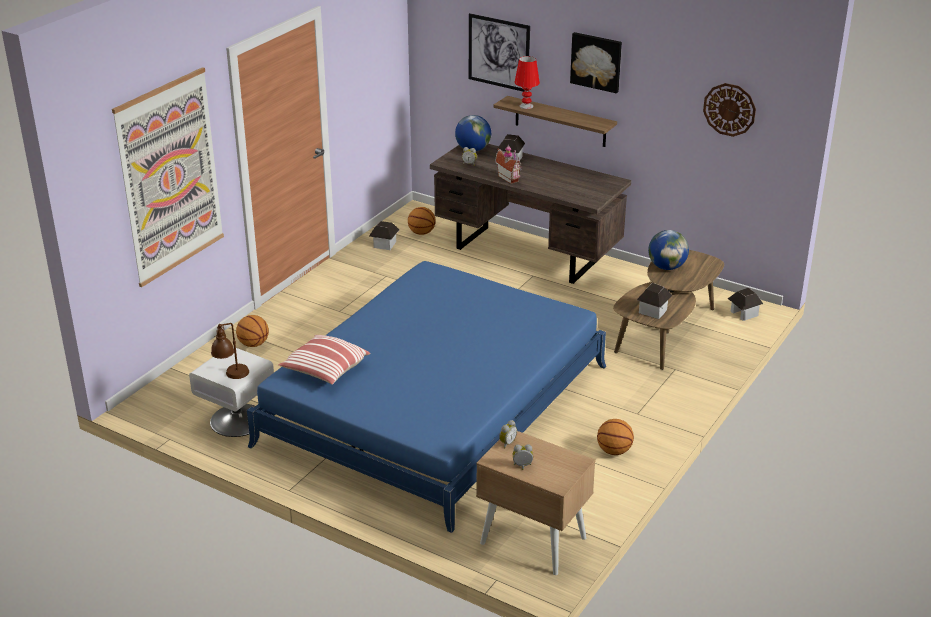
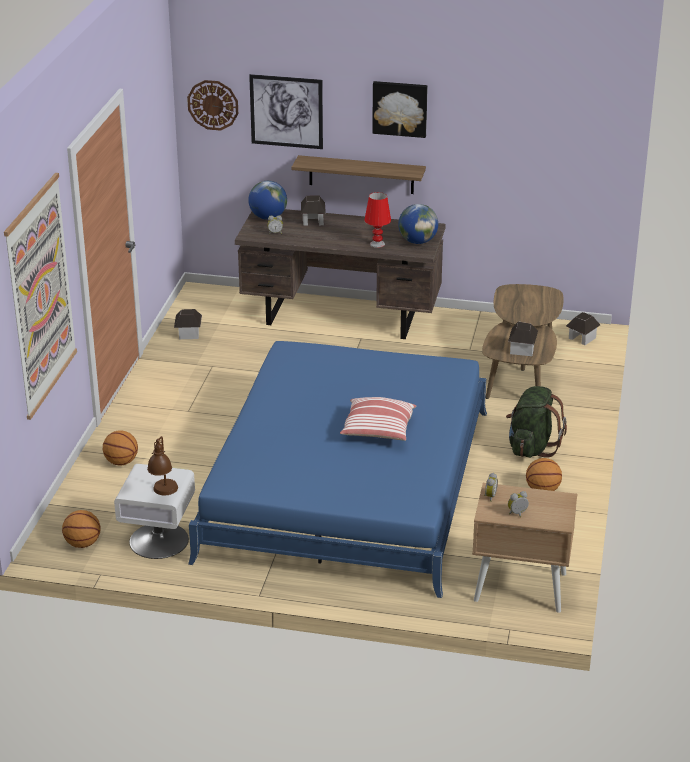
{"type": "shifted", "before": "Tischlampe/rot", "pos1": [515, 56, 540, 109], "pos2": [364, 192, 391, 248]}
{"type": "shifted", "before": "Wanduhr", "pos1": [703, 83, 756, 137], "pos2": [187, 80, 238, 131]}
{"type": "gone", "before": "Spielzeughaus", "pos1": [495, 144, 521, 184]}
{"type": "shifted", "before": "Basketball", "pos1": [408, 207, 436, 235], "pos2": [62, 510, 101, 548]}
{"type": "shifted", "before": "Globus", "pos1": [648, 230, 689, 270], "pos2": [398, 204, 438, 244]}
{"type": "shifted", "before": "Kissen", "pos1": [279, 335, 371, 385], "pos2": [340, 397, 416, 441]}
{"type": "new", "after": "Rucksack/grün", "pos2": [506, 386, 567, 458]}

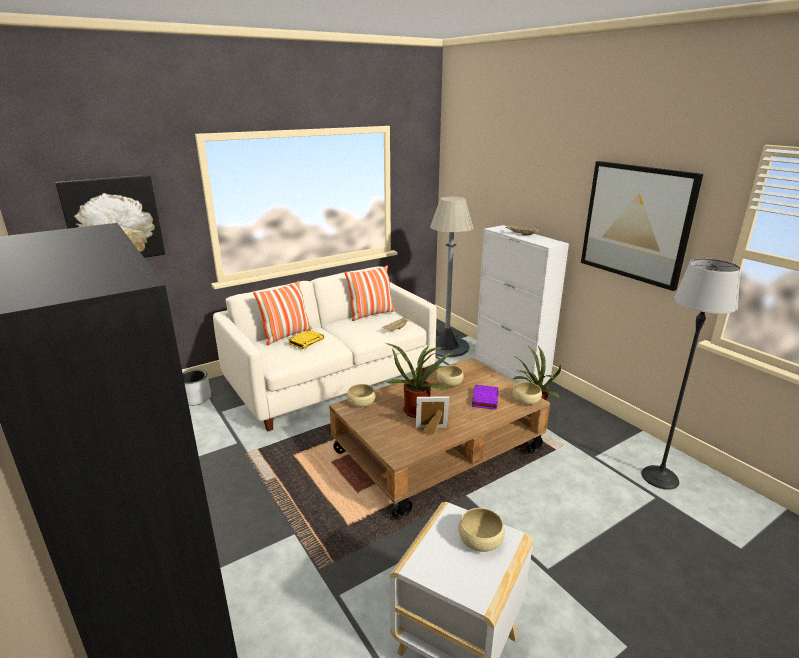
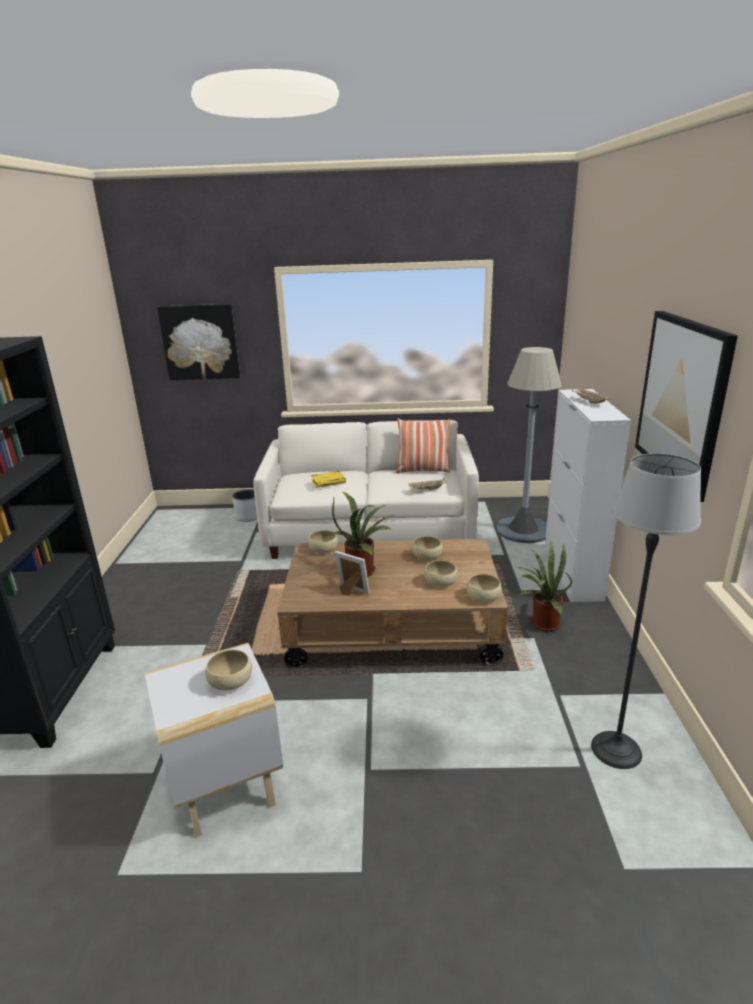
{"type": "gone", "before": "Kissen", "pos1": [253, 281, 312, 345]}
{"type": "swapped", "before": "Buch/lila", "after": "Schüssel/beige", "pos1": [472, 385, 499, 409], "pos2": [424, 560, 458, 587]}

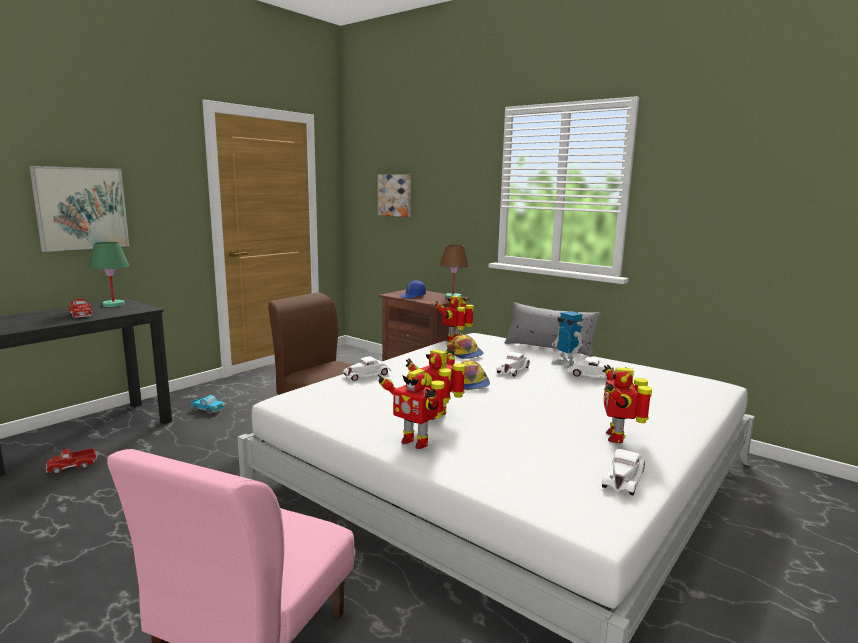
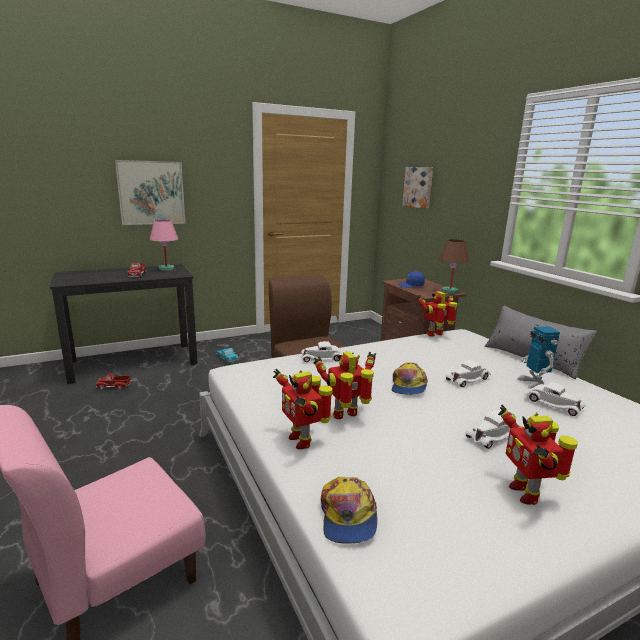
{"type": "repainted", "before": "Tischlampe/grün", "after": "Tischlampe/rosa", "pos1": [89, 242, 130, 307], "pos2": [150, 220, 178, 271]}
{"type": "shifted", "before": "Kappe", "pos1": [447, 334, 484, 359], "pos2": [321, 477, 377, 544]}
{"type": "rotated", "before": "Spielzeugroboter", "pos1": [602, 365, 652, 443], "pos2": [498, 405, 578, 505], "turn": -45}
{"type": "shifted", "before": "Spielzeugauto/weiß", "pos1": [602, 449, 645, 495], "pos2": [465, 410, 520, 449]}

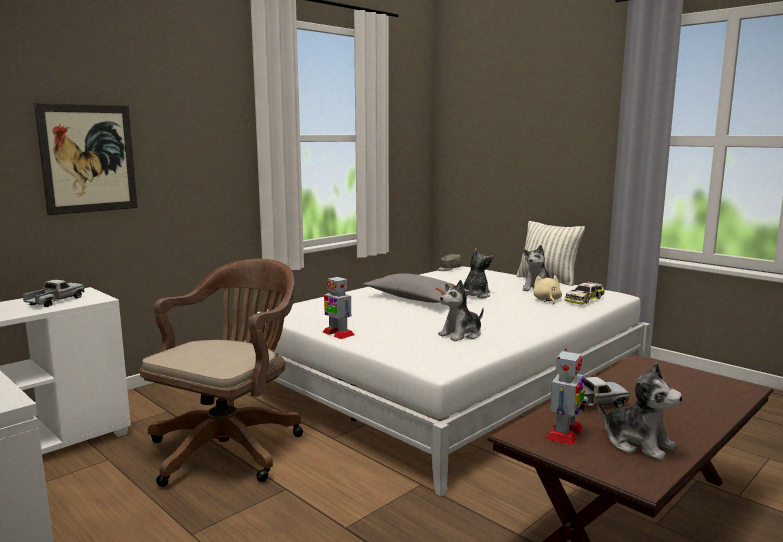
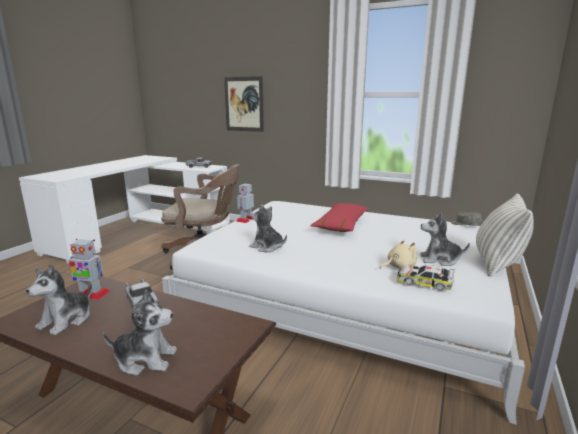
{"type": "shifted", "before": "Plüschtier", "pos1": [463, 248, 493, 299], "pos2": [103, 289, 177, 375]}
{"type": "repainted", "before": "Kissen/grau", "after": "Kissen/rot", "pos1": [363, 273, 470, 303], "pos2": [311, 203, 368, 232]}

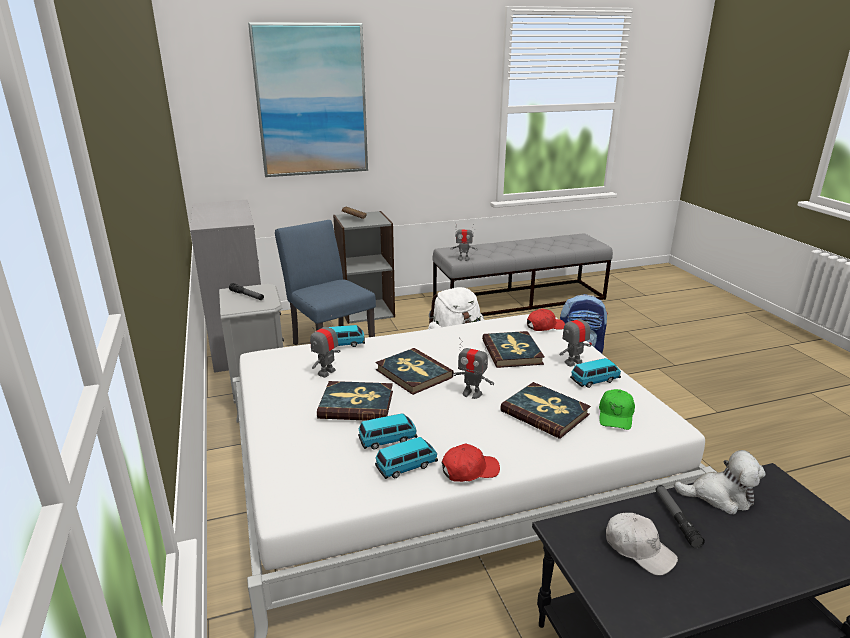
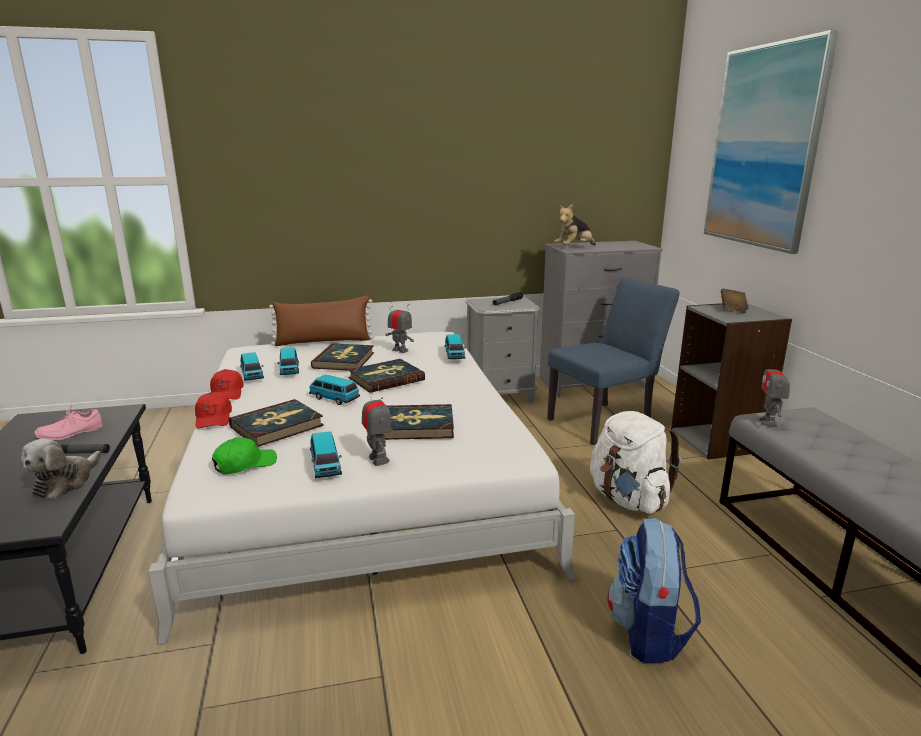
{"type": "shifted", "before": "Kappe/rot", "pos1": [527, 309, 565, 331], "pos2": [195, 392, 232, 429]}
{"type": "swapped", "before": "Spielzeugroboter", "after": "Spielzeugauto", "pos1": [452, 337, 494, 399], "pos2": [309, 375, 360, 405]}
{"type": "rotated", "before": "Kappe/grün", "pos1": [599, 389, 635, 430], "pos2": [212, 437, 277, 474], "turn": 120}
{"type": "swapped", "before": "Kappe/weiß", "after": "Schuh/rosa", "pos1": [606, 513, 678, 576], "pos2": [34, 402, 103, 440]}
{"type": "new", "after": "Plüschtier", "pos2": [554, 204, 596, 245]}
{"type": "new", "after": "Kissen/braun", "pos2": [269, 295, 374, 346]}

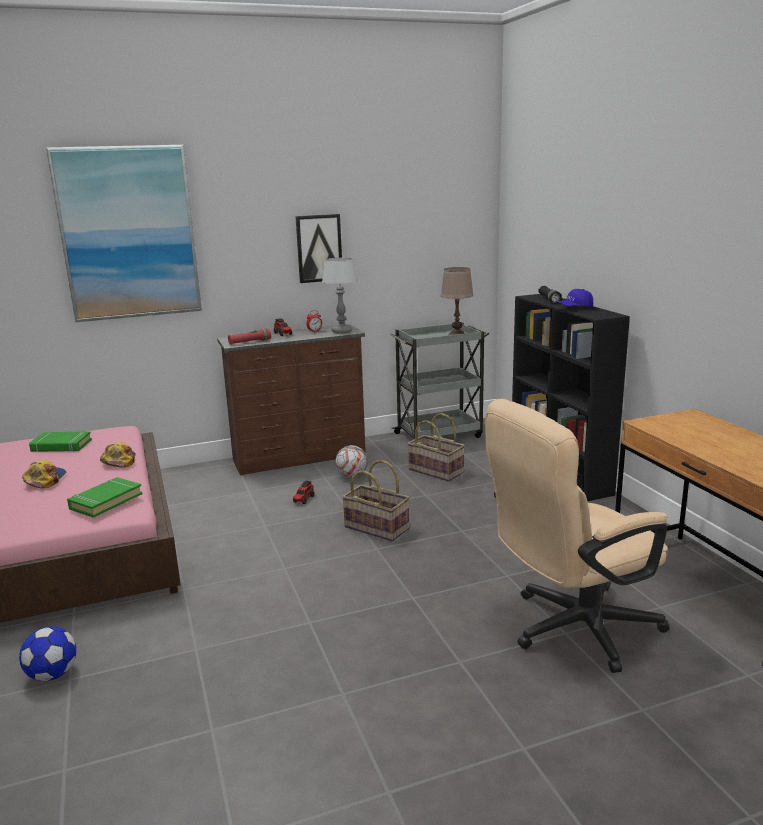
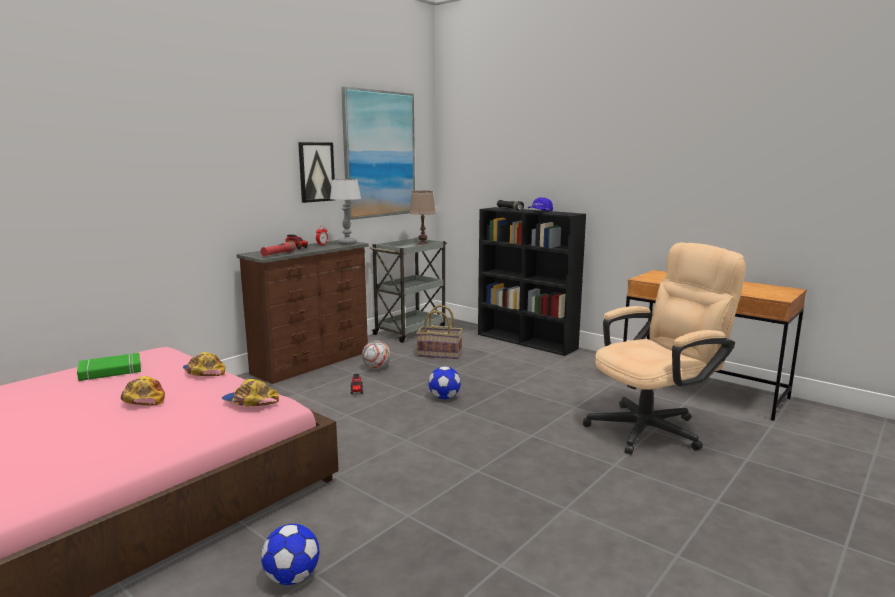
{"type": "shifted", "before": "Bild", "pos1": [46, 145, 202, 322], "pos2": [341, 87, 415, 220]}
{"type": "rotated", "before": "Bürostuhl/beige", "pos1": [485, 399, 669, 673], "pos2": [583, 242, 745, 455], "turn": -150}
{"type": "swapped", "before": "Korb", "after": "Fußball", "pos1": [342, 460, 410, 541], "pos2": [428, 366, 461, 399]}
{"type": "swapped", "before": "Buch/grün", "after": "Kappe", "pos1": [67, 477, 142, 518], "pos2": [222, 379, 279, 407]}

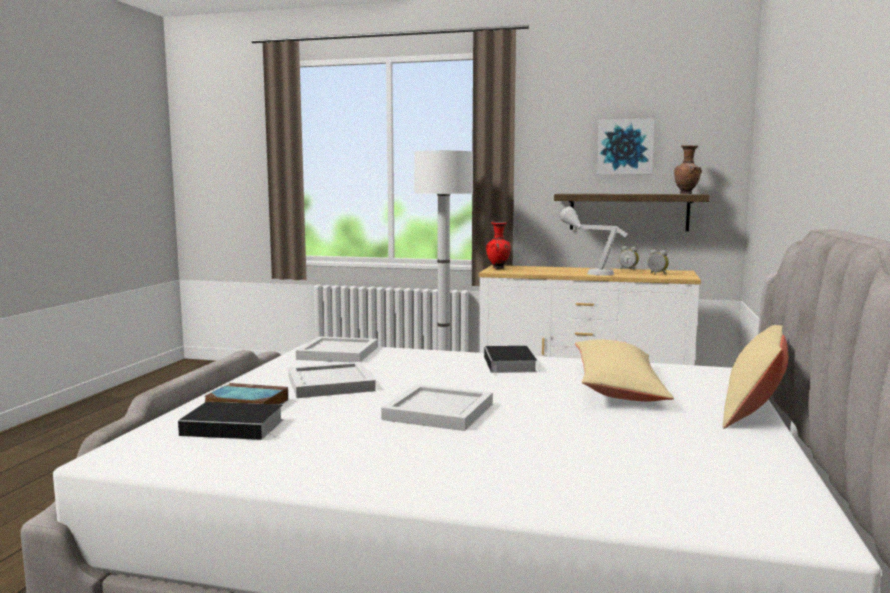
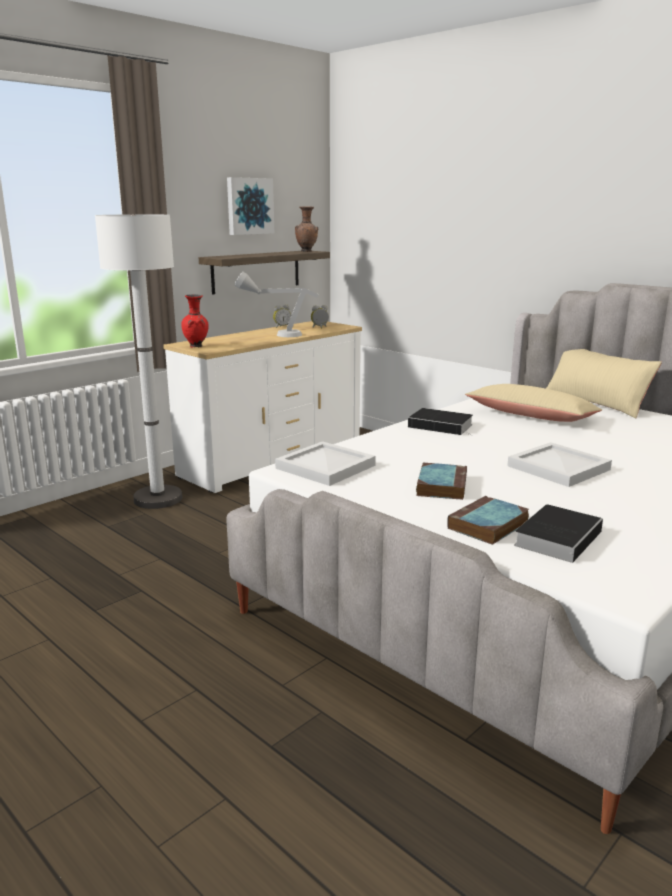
{"type": "swapped", "before": "Tablett/weiß", "after": "Buch", "pos1": [288, 362, 376, 398], "pos2": [416, 463, 467, 500]}

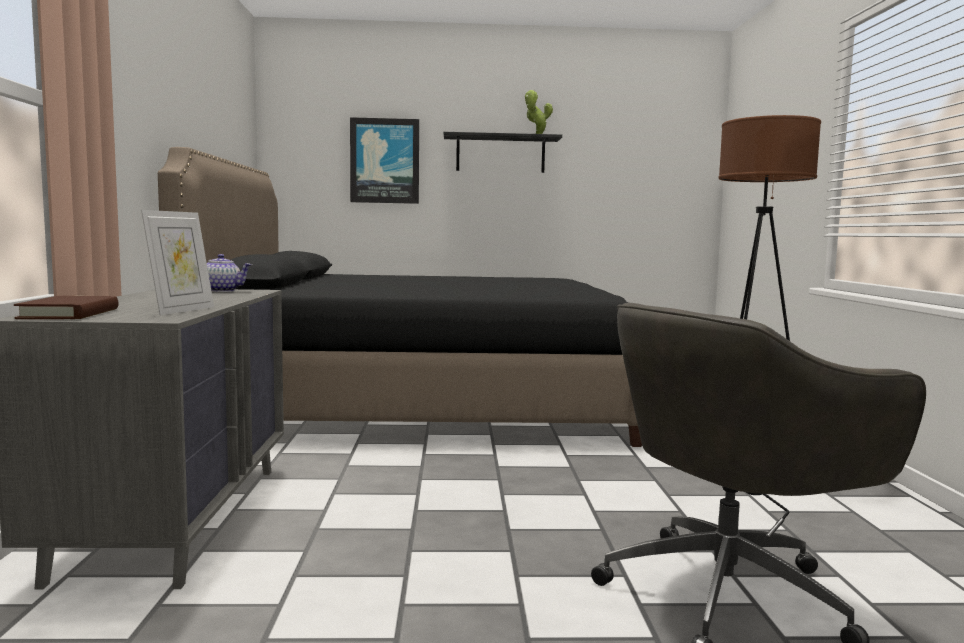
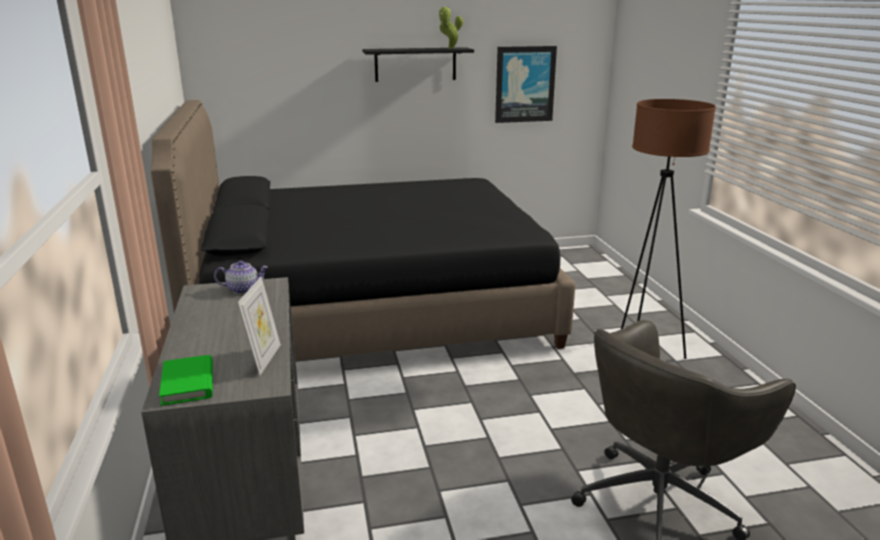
{"type": "shifted", "before": "Bild", "pos1": [350, 117, 419, 204], "pos2": [495, 46, 557, 123]}
{"type": "repainted", "before": "Buch/braun", "after": "Buch/grün", "pos1": [14, 296, 119, 319], "pos2": [159, 355, 213, 406]}

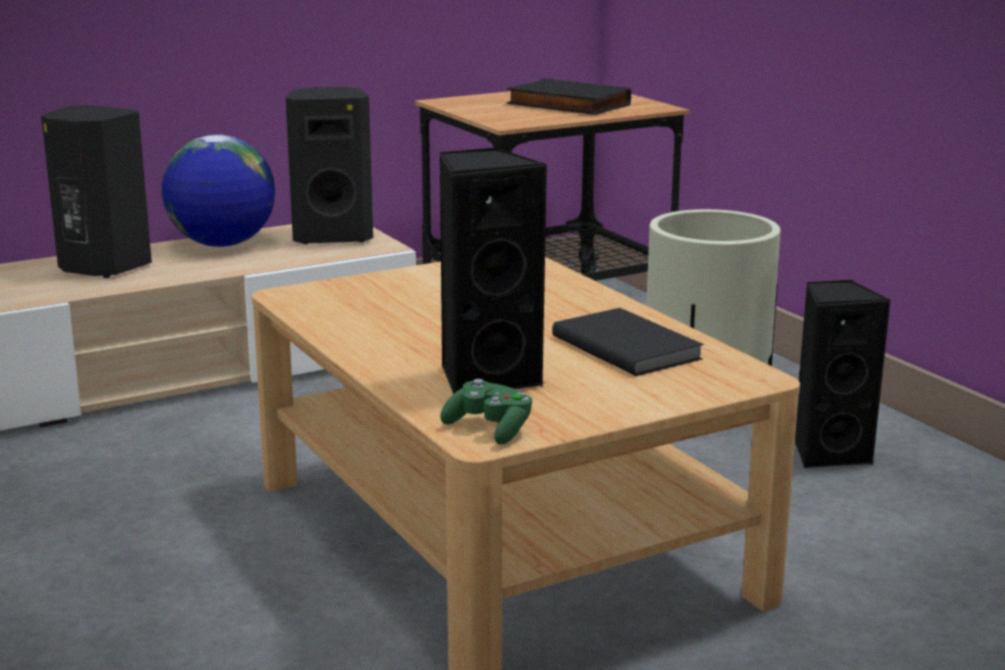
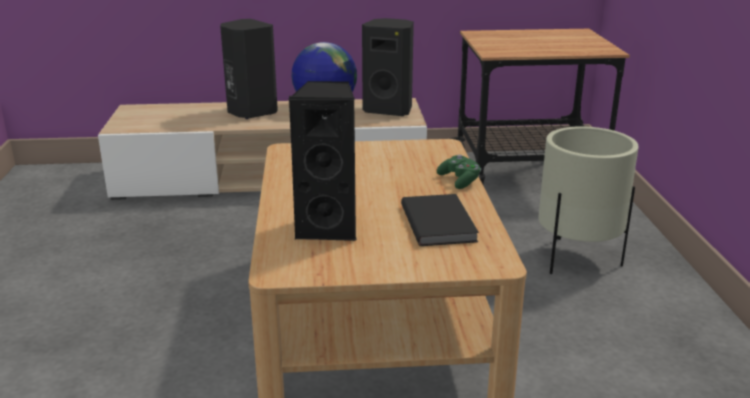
{"type": "gone", "before": "Buch/schwarz", "pos1": [507, 78, 631, 115]}
{"type": "gone", "before": "Lautsprecher/schwarz", "pos1": [795, 280, 890, 469]}
{"type": "shifted", "before": "Gamepad/grün", "pos1": [440, 379, 532, 444], "pos2": [437, 155, 481, 189]}

